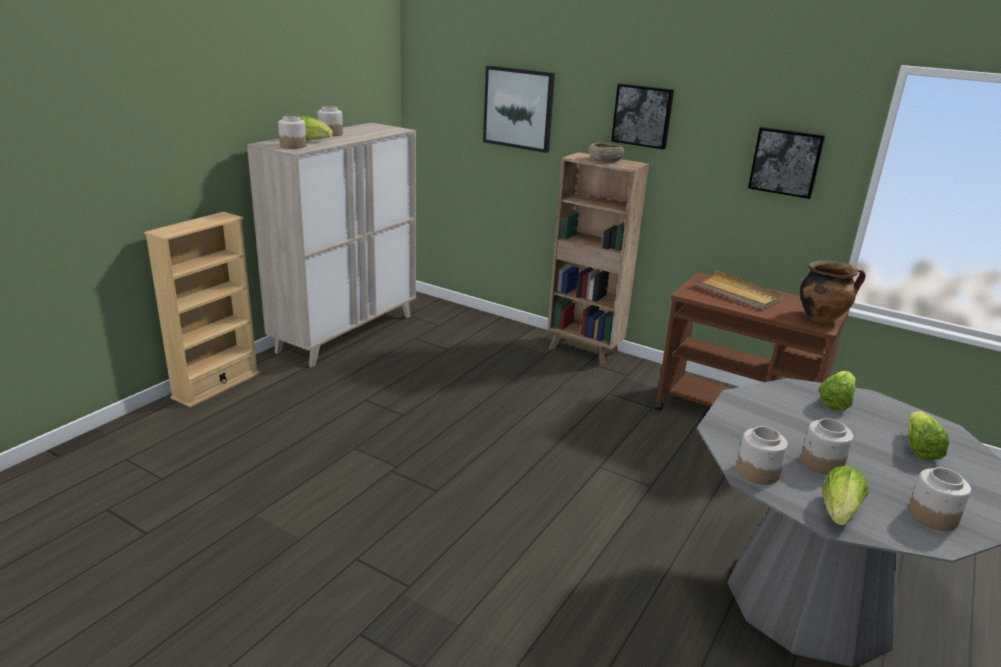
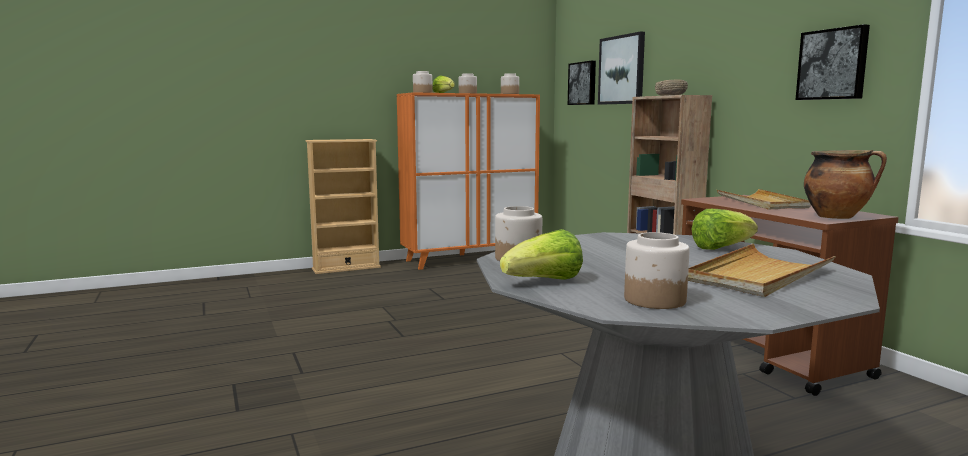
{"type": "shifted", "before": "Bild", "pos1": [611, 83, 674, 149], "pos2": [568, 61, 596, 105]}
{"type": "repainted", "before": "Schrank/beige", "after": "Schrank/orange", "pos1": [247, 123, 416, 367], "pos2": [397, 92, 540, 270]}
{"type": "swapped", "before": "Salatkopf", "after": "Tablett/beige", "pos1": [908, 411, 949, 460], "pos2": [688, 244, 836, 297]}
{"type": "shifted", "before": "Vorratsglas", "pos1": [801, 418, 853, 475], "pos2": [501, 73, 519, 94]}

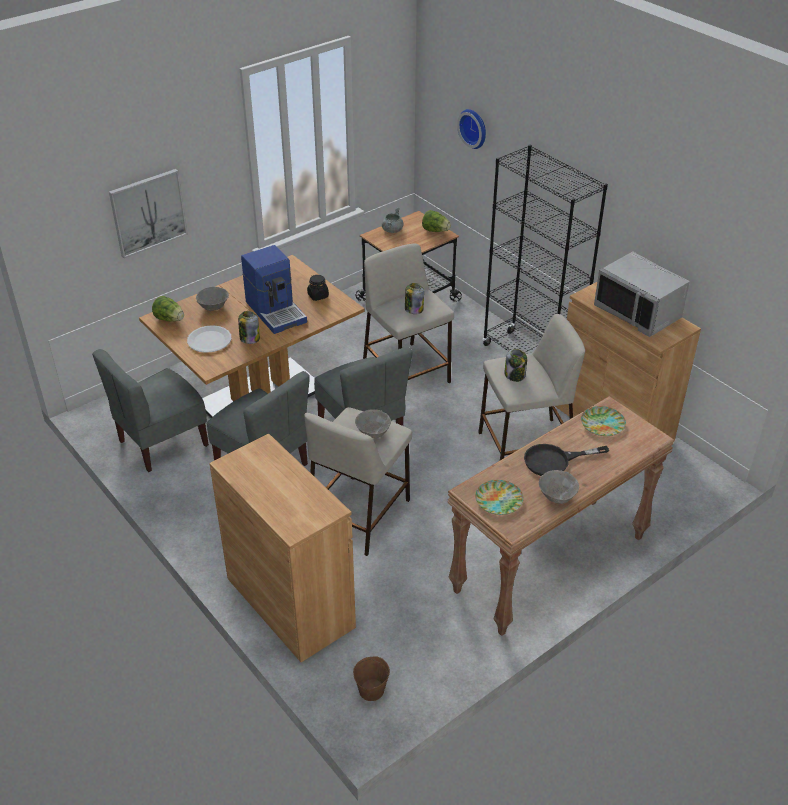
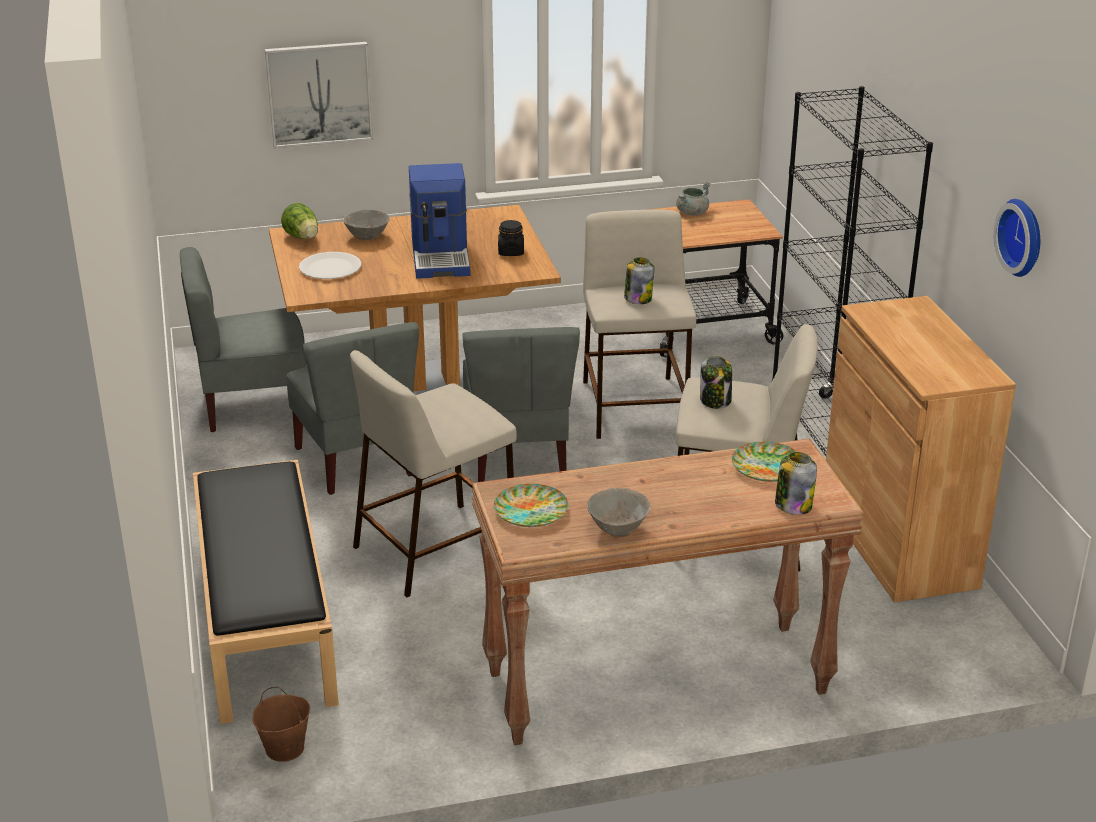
{"type": "shifted", "before": "Wanduhr", "pos1": [457, 109, 486, 149], "pos2": [994, 199, 1040, 277]}
{"type": "gone", "before": "Salatkopf", "pos1": [422, 210, 451, 232]}
{"type": "gone", "before": "Mikrowelle/grau", "pos1": [594, 251, 690, 337]}
{"type": "shifted", "before": "Vorratsglas", "pos1": [238, 311, 260, 344], "pos2": [775, 452, 817, 515]}
{"type": "gone", "before": "Schüssel/grau", "pos1": [355, 410, 391, 438]}
{"type": "swapped", "before": "Schrank/braun", "after": "Bank/schwarz", "pos1": [209, 433, 356, 662], "pos2": [193, 460, 339, 724]}
{"type": "gone", "before": "Pfanne/schwarz", "pos1": [524, 444, 609, 476]}

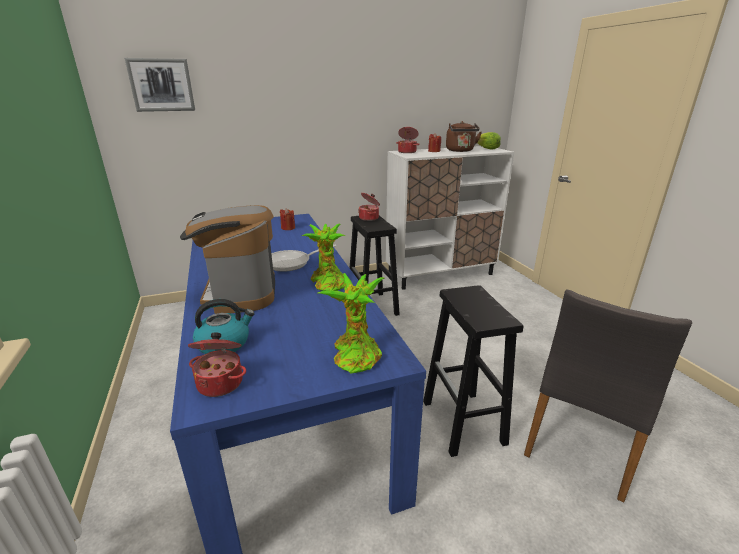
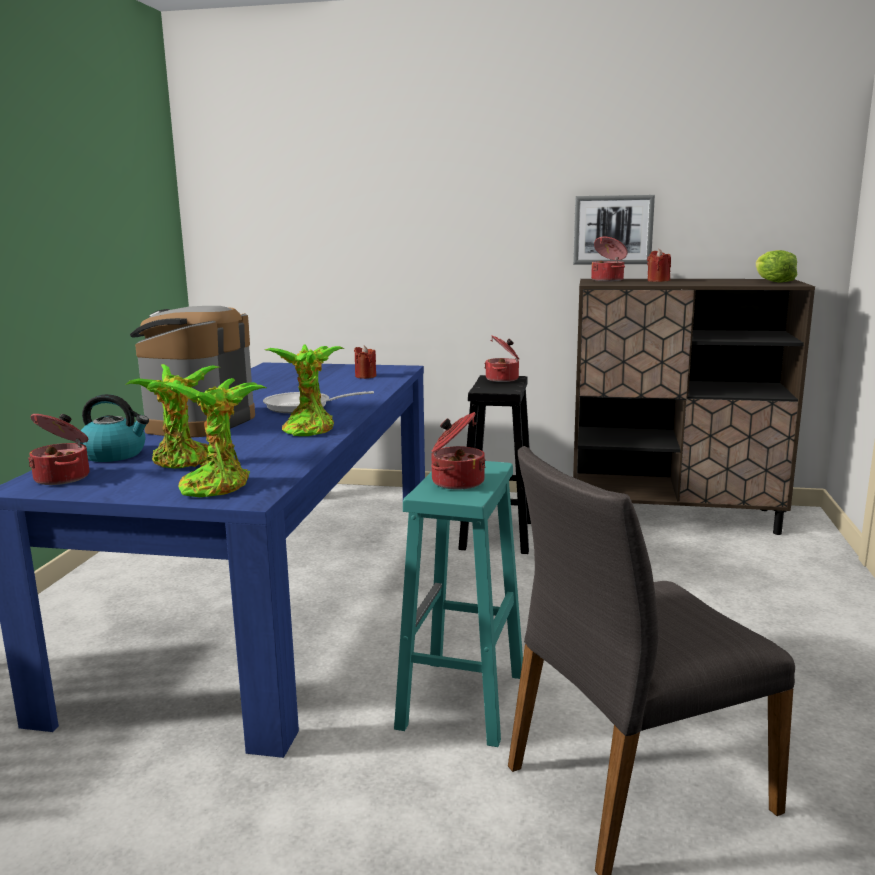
{"type": "shifted", "before": "Bild", "pos1": [125, 58, 195, 112], "pos2": [573, 195, 655, 264]}
{"type": "gone", "before": "Wasserkessel/braun", "pos1": [446, 121, 482, 152]}
{"type": "repainted", "before": "Schrank/weiß", "after": "Schrank/braun", "pos1": [386, 146, 514, 290], "pos2": [573, 279, 815, 535]}
{"type": "repainted", "before": "Hocker/schwarz", "after": "Hocker/türkis", "pos1": [423, 285, 523, 457], "pos2": [394, 461, 523, 747]}
{"type": "new", "after": "Topfpflanze", "pos2": [125, 364, 219, 469]}
{"type": "new", "after": "Kochtopf", "pos2": [431, 412, 486, 490]}

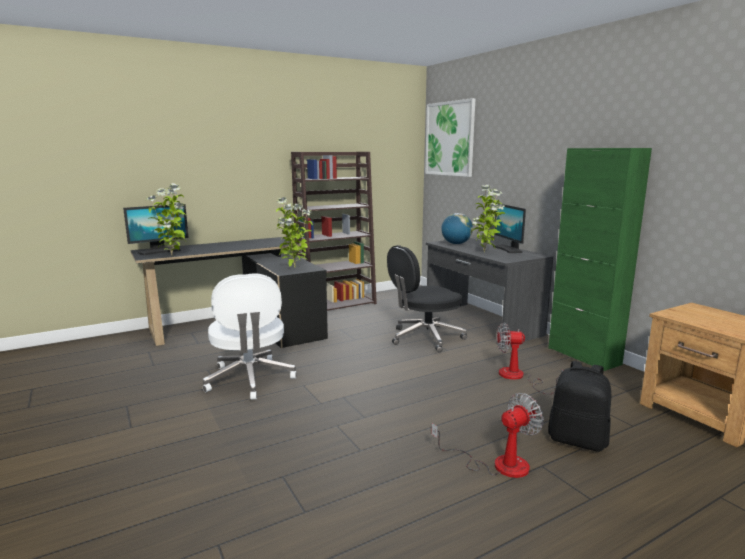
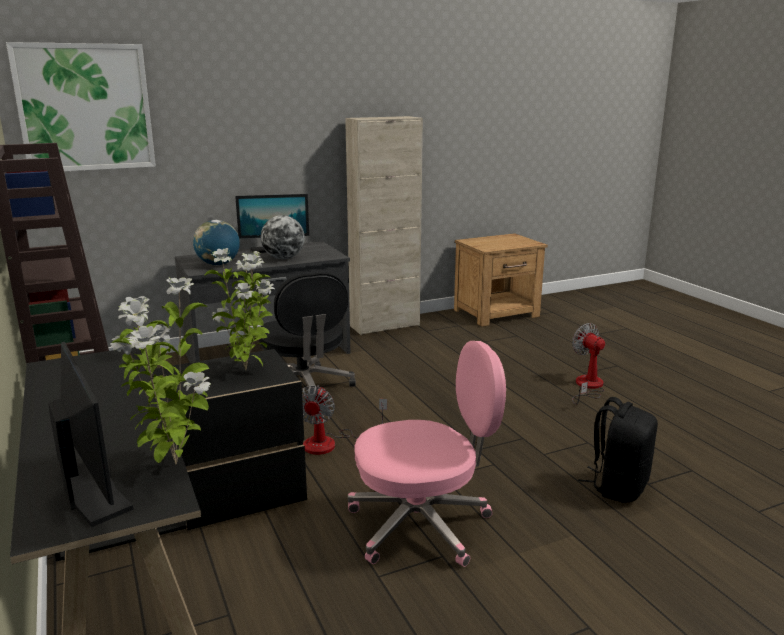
{"type": "repainted", "before": "Schrank/grün", "after": "Schrank/beige", "pos1": [548, 148, 652, 371], "pos2": [345, 116, 423, 335]}
{"type": "swapped", "before": "Topfpflanze", "after": "Globus", "pos1": [472, 185, 505, 252], "pos2": [261, 215, 305, 259]}
{"type": "repainted", "before": "Bürostuhl/weiß", "after": "Bürostuhl/rosa", "pos1": [203, 273, 297, 400], "pos2": [348, 341, 506, 567]}
{"type": "shifted", "before": "Ventilator", "pos1": [497, 323, 563, 394], "pos2": [302, 385, 387, 455]}
{"type": "shifted", "before": "Rucksack/schwarz", "pos1": [548, 361, 611, 452], "pos2": [578, 397, 658, 503]}

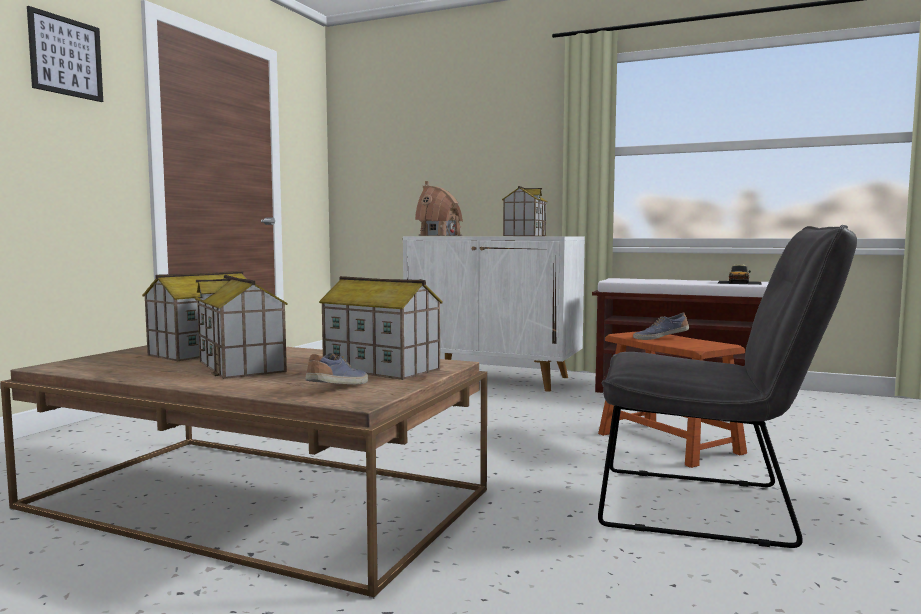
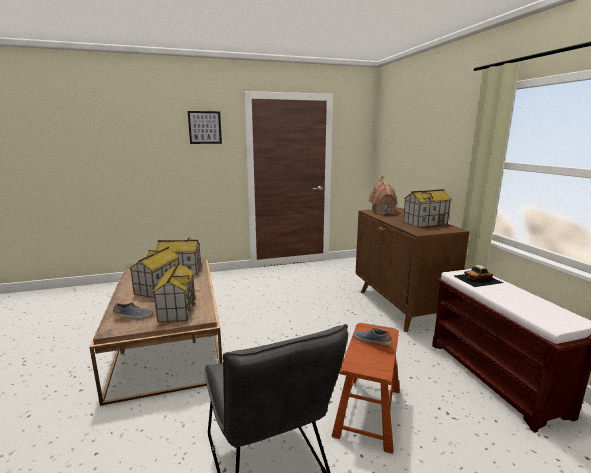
{"type": "repainted", "before": "Schrank/weiß", "after": "Schrank/braun", "pos1": [403, 236, 585, 392], "pos2": [355, 208, 470, 332]}
{"type": "shifted", "before": "Spielzeugauto", "pos1": [717, 264, 762, 285], "pos2": [454, 265, 503, 287]}

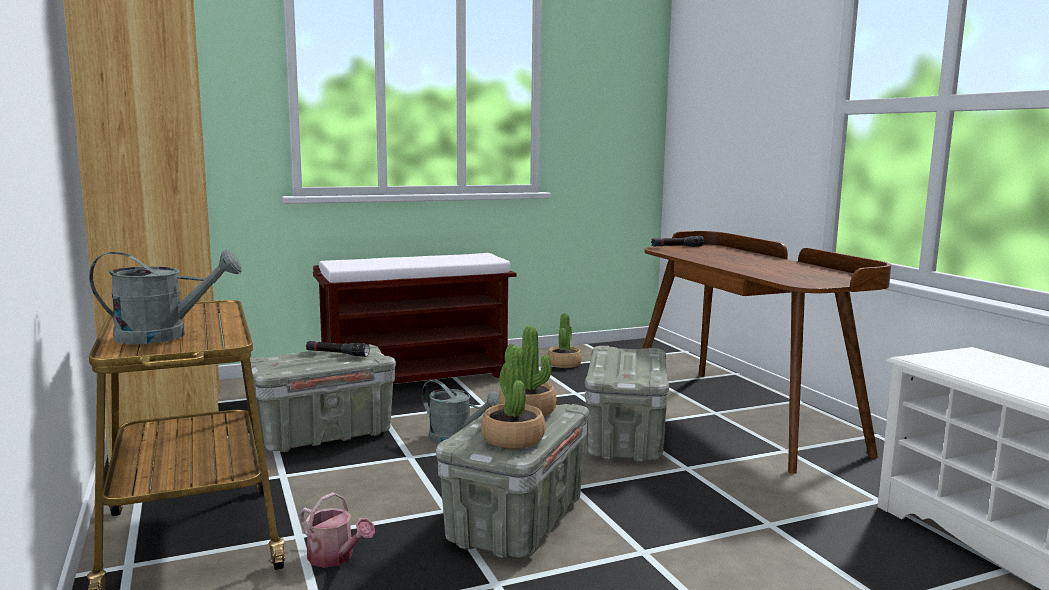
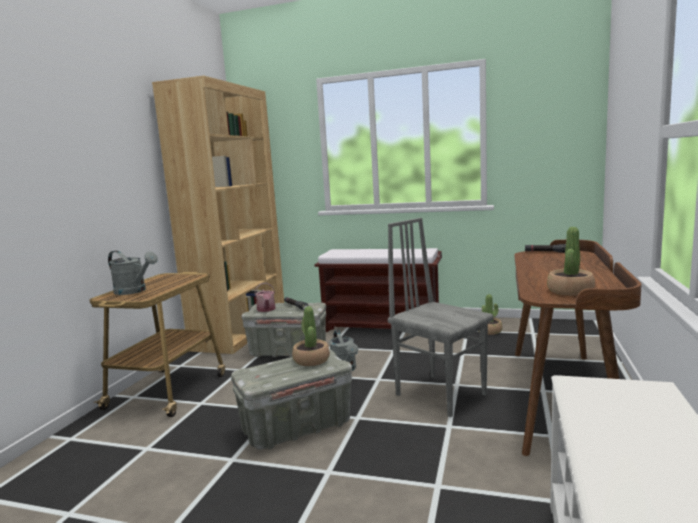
{"type": "shifted", "before": "Topfpflanze", "pos1": [481, 346, 545, 449], "pos2": [547, 227, 595, 296]}
{"type": "swapped", "before": "Aufbewahrungsbox/grau", "after": "Stuhl/grau", "pos1": [585, 346, 669, 462], "pos2": [388, 218, 494, 417]}
{"type": "shifted", "before": "Gießkanne", "pos1": [299, 492, 375, 568], "pos2": [254, 283, 276, 312]}

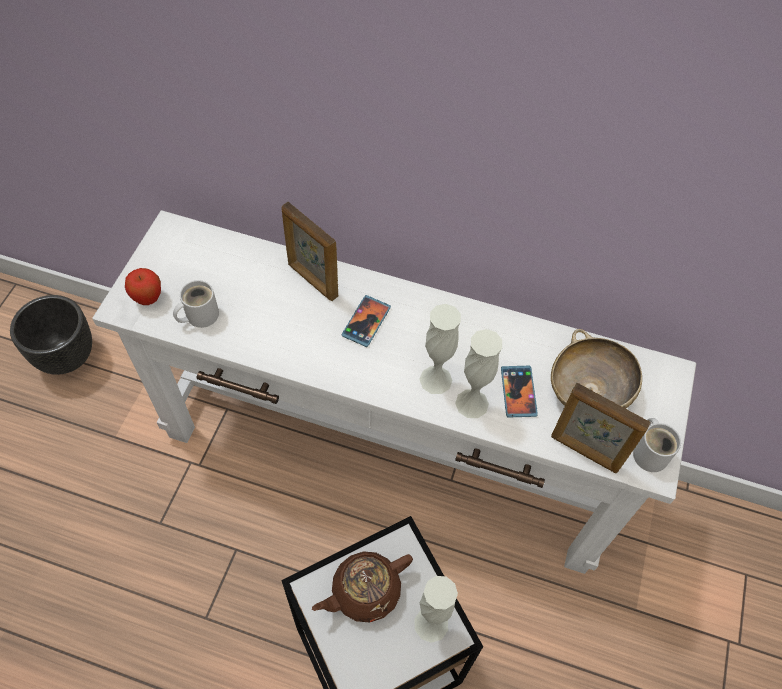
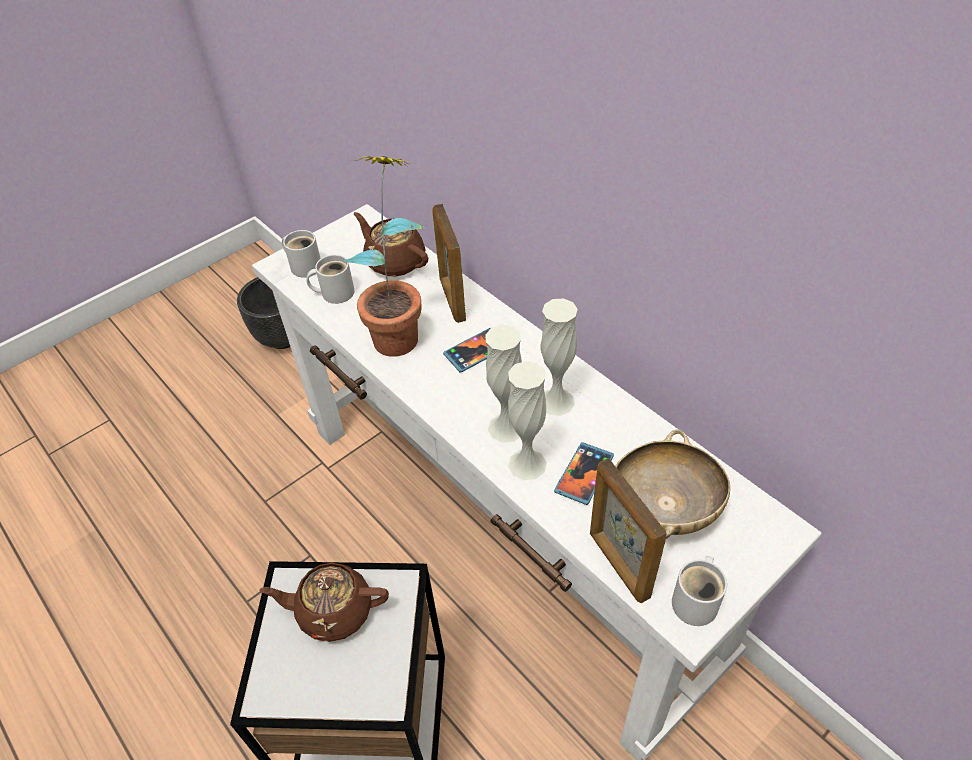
{"type": "swapped", "before": "Apfel", "after": "Henkelbecher/weiß", "pos1": [125, 268, 161, 305], "pos2": [282, 230, 321, 278]}
{"type": "shifted", "before": "Vase/weiß", "pos1": [415, 576, 458, 643], "pos2": [540, 298, 578, 416]}
{"type": "new", "after": "Topfpflanze", "pos2": [344, 156, 425, 357]}
{"type": "new", "after": "Teekanne/braun", "pos2": [354, 212, 428, 276]}

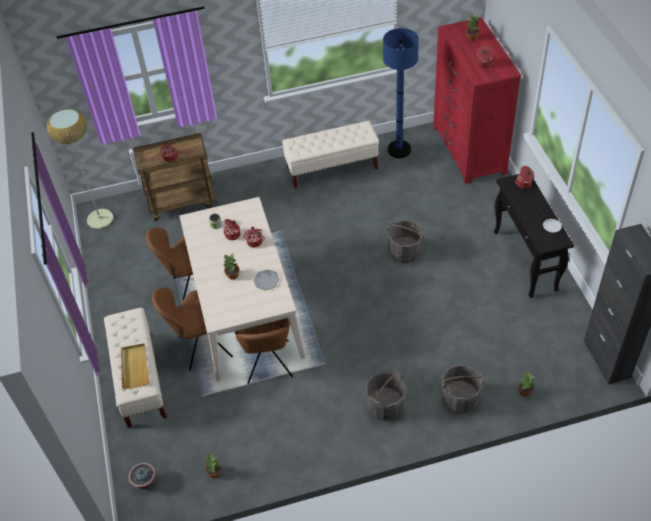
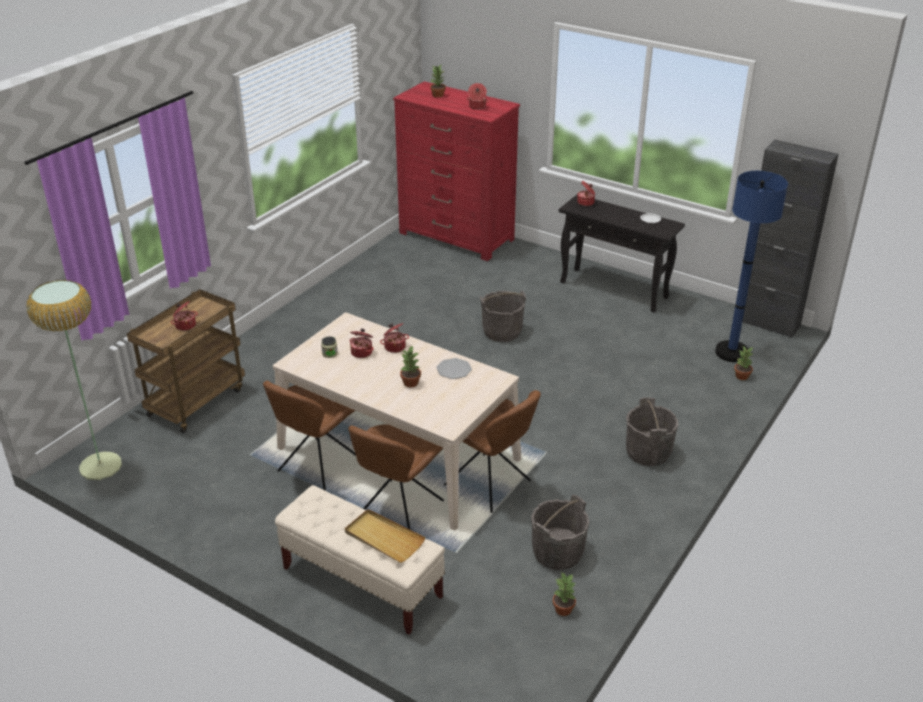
{"type": "shifted", "before": "Stehlampe/blau", "pos1": [383, 28, 419, 158], "pos2": [715, 171, 788, 362]}
{"type": "gone", "before": "Bank/beige", "pos1": [282, 121, 379, 189]}
{"type": "shifted", "before": "Eimer/grau", "pos1": [441, 365, 484, 414], "pos2": [531, 494, 589, 570]}
{"type": "gone", "before": "Topfpflanze", "pos1": [128, 463, 156, 489]}

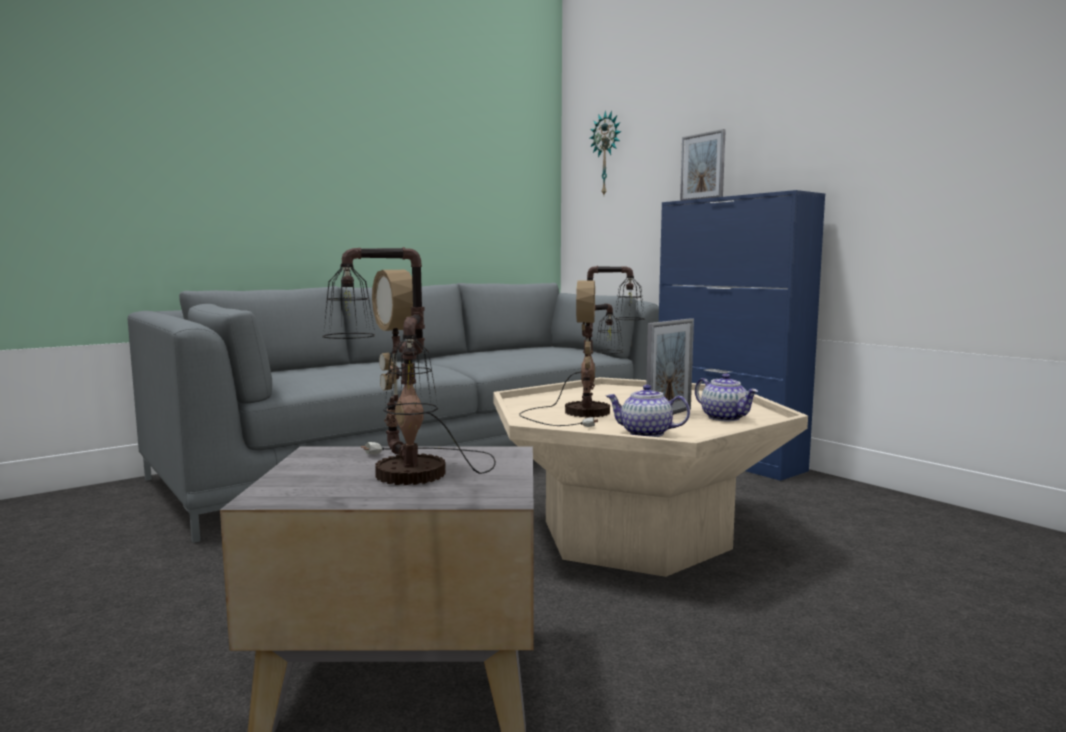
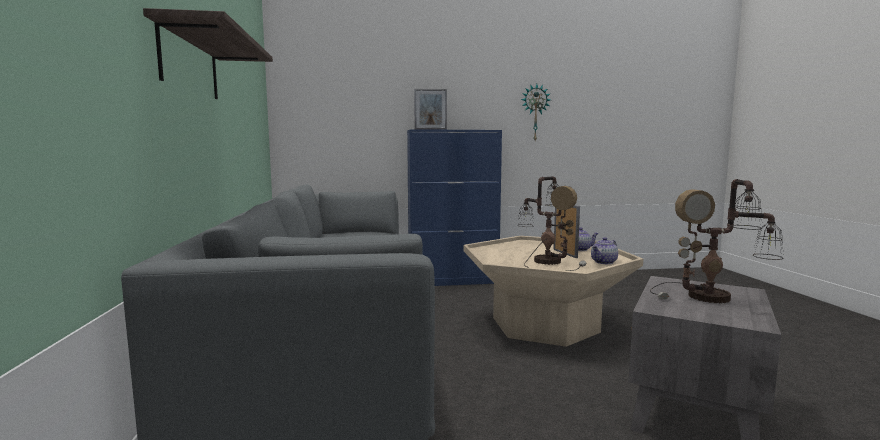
{"type": "shifted", "before": "Wanduhr", "pos1": [590, 111, 622, 195], "pos2": [521, 84, 550, 140]}
{"type": "new", "after": "Wandregal", "pos2": [143, 8, 273, 99]}

